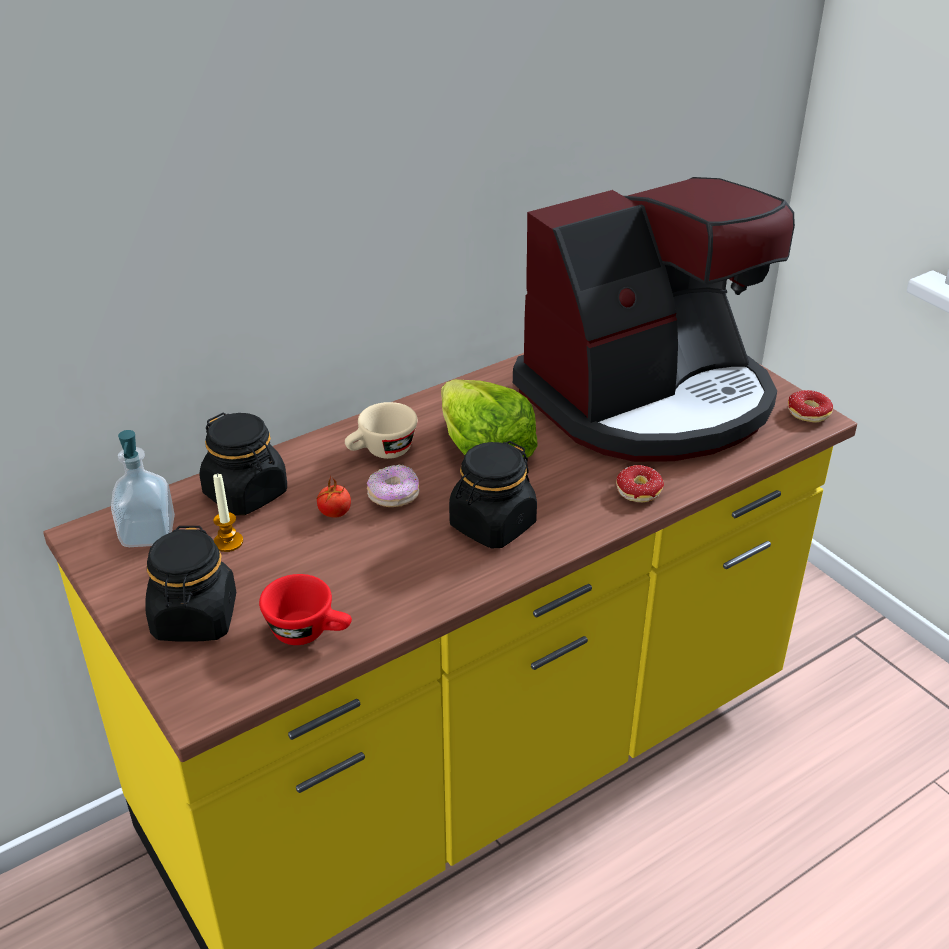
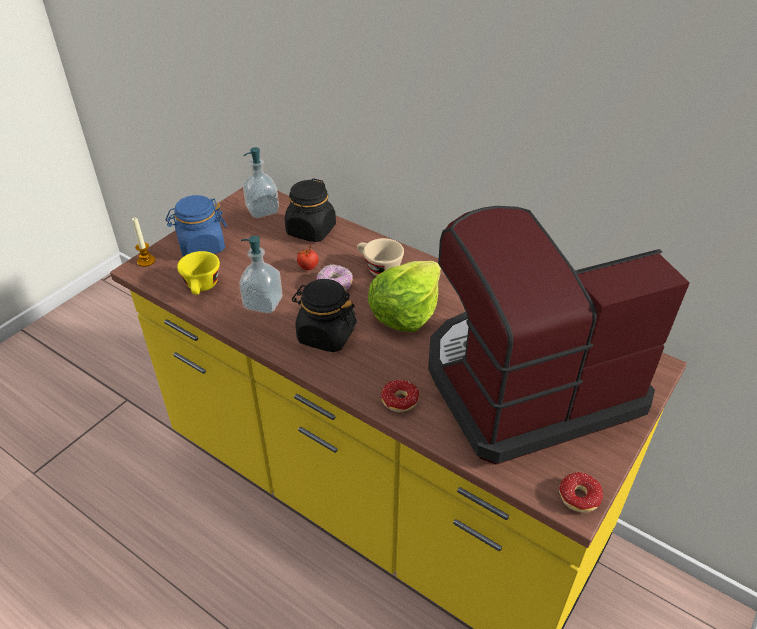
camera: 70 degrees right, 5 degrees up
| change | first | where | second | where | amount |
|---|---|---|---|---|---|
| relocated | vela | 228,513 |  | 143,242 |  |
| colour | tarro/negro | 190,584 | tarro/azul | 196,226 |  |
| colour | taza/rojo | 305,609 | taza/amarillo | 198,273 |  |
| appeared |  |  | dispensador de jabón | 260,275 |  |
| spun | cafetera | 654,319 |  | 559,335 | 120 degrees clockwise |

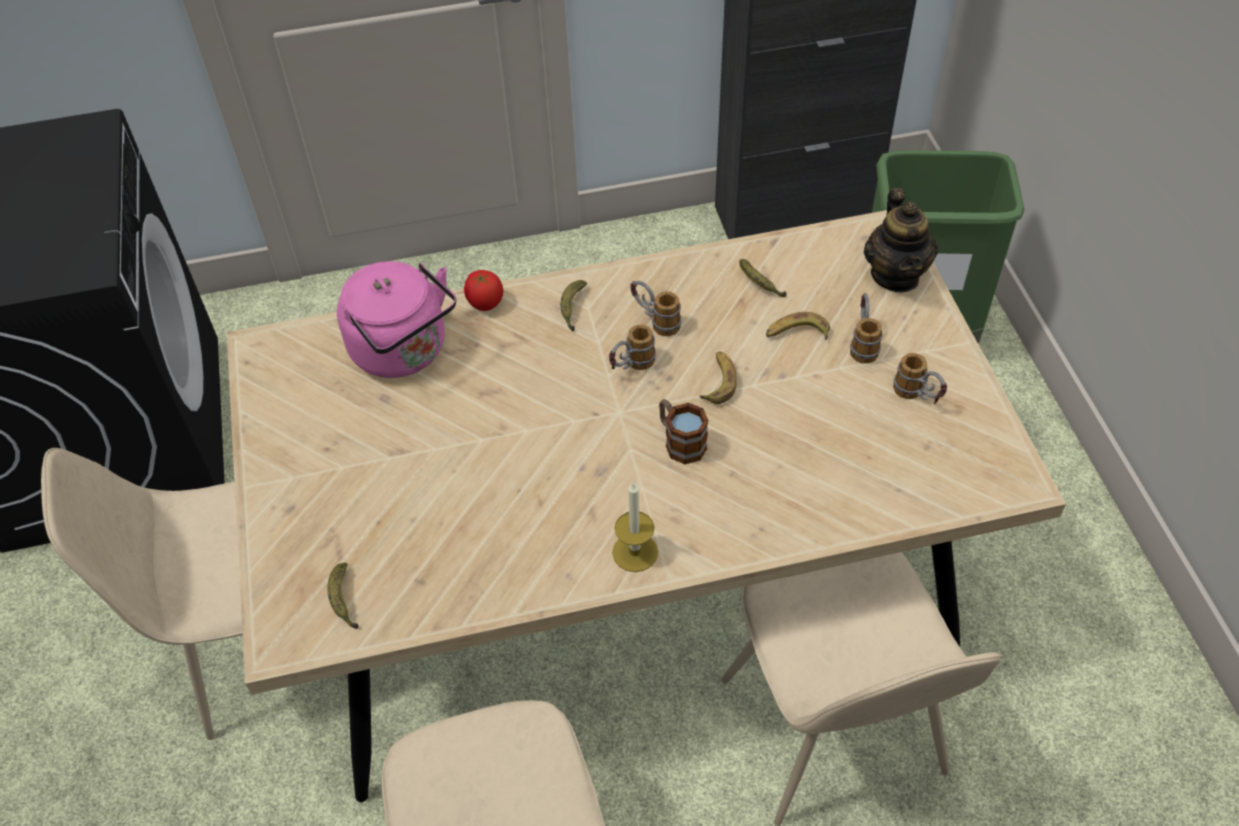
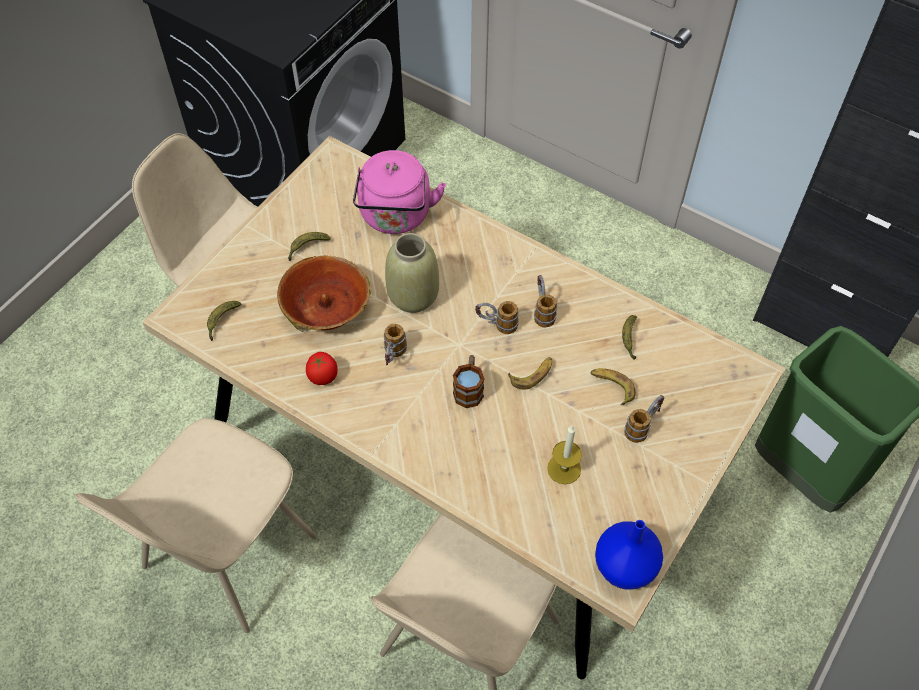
camera: 45 degrees right, 5 degrees up
| change | first | where | second | where | amount |
|---|---|---|---|---|---|
| appeared |  |  | cuenco | 324,293 |  |
| relocated | plátano | 574,306 |  | 309,246 |  |
| relocated | tomate | 483,290 |  | 322,368 |  |
| relocated | taza grande | 920,378 |  | 395,344 |  |
| appeared |  |  | florero/beis | 412,273 |  |
| relocated | vela | 635,527 |  | 564,454 |  |
| appeared |  |  | florero/azul | 629,555 |  |
| missing | tetera | 901,240 |  |  |  |

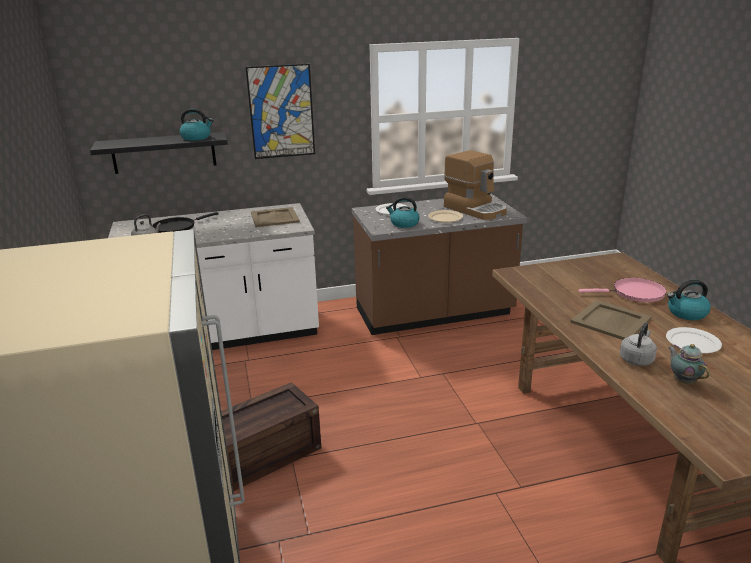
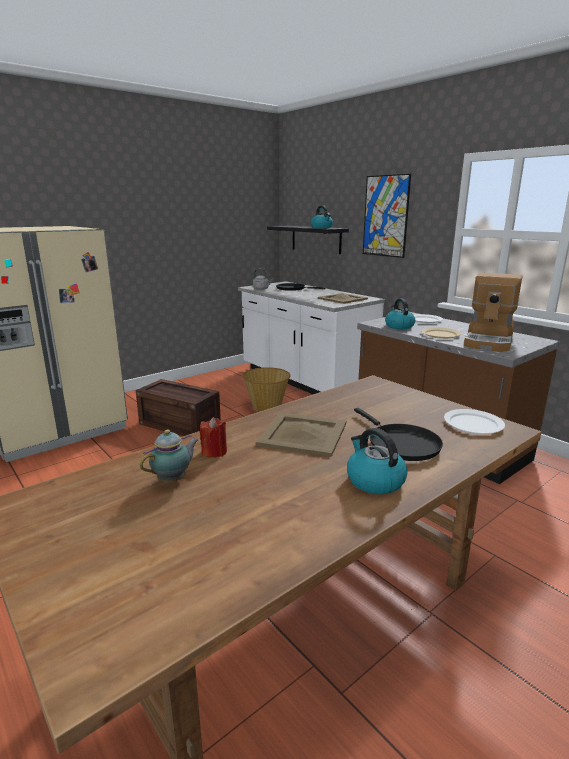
camera: 65 degrees right, 5 degrees down
| change | first | where | second | where | amount |
|---|---|---|---|---|---|
| exchanged | hervidor/gris | 638,344 | vela/rojo | 213,437 |  |
| appeared |  |  | cesta | 266,389 |  |
| colour | sartén/rosa | 622,290 | sartén/negro | 398,434 |  |
| relocated | plato/blanco | 694,340 |  | 474,421 |  |

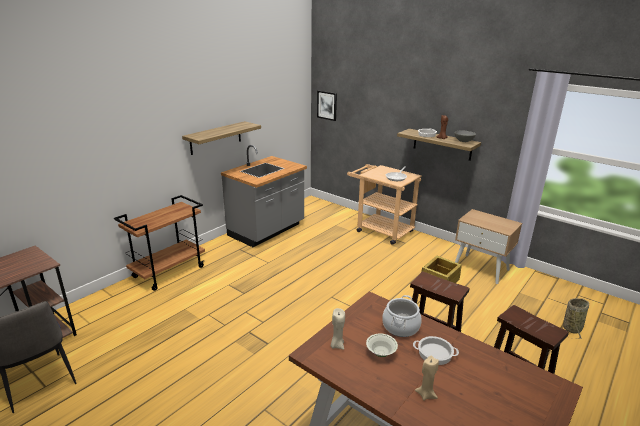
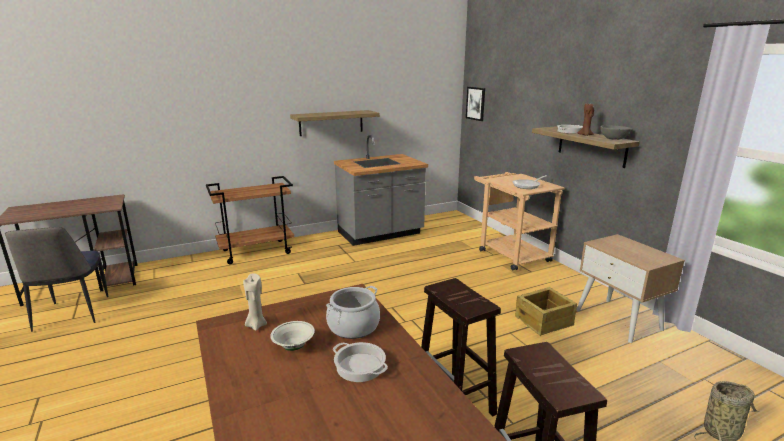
camera: 25 degrees right, 5 degrees down
| change | first | where | second | where | amount |
|---|---|---|---|---|---|
| missing | vela/beis | 427,378 |  |  |  |

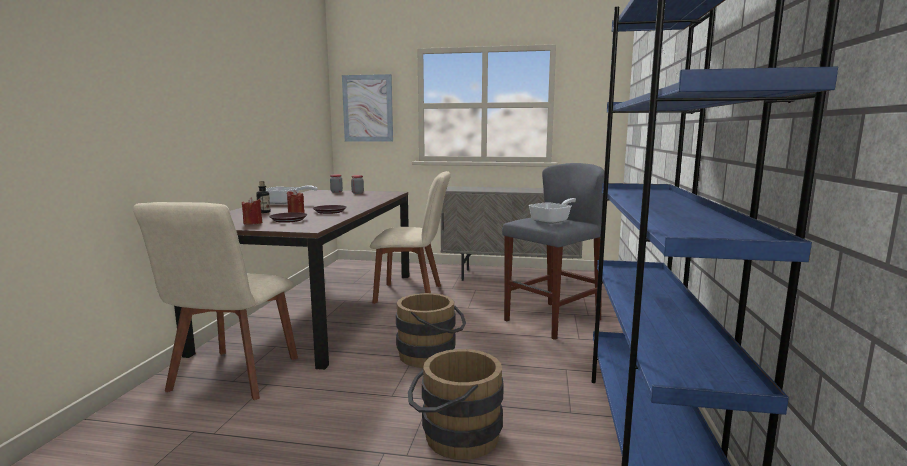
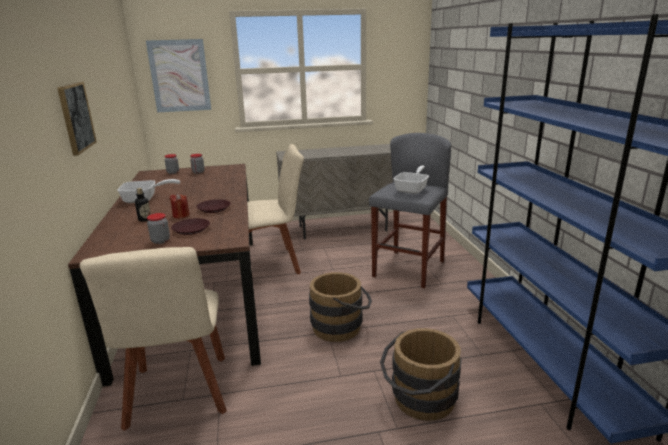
camera: 20 degrees left, 10 degrees up
| change | first | where | second | where | amount |
|---|---|---|---|---|---|
| appeared |  |  | cuadro | 77,119 |  |
| exchanged | vela/rojo | 252,211 | tarro | 158,228 |  |

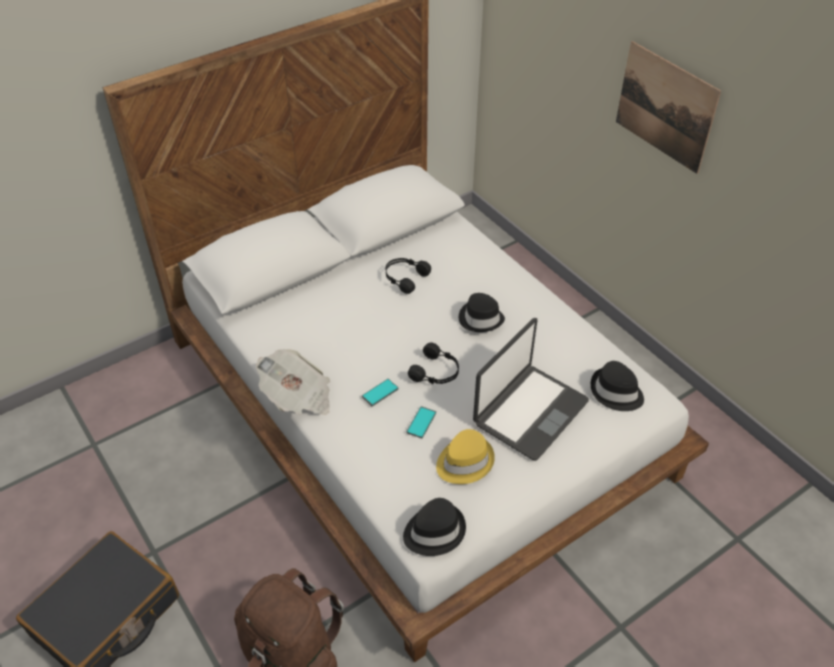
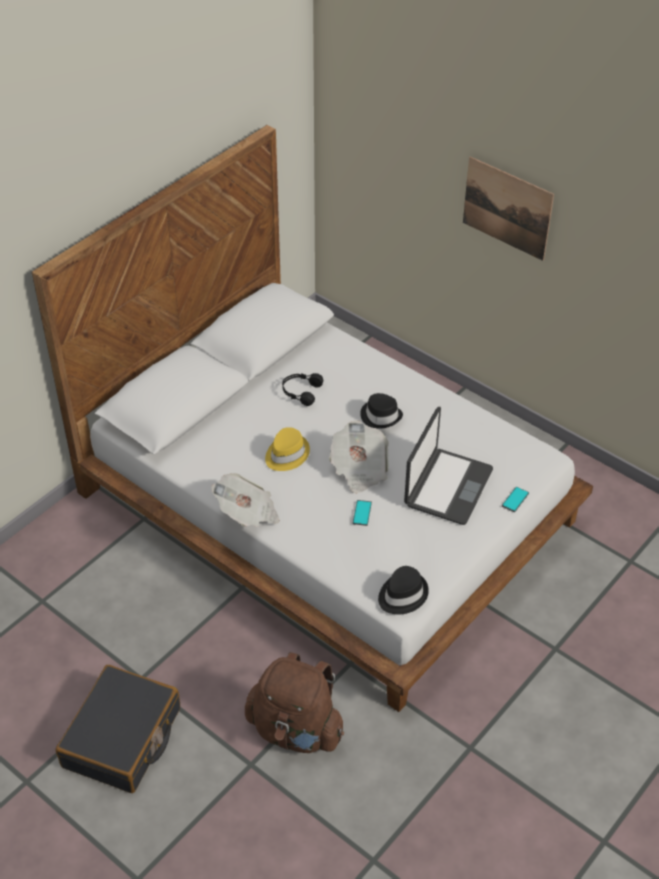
camera: 15 degrees left, 0 degrees up
| change | first | where | second | where | amount |
|---|---|---|---|---|---|
| relocated | sombrero/amarillo | 465,456 |  | 287,449 |  |
| exchanged | auriculares/negro | 433,363 | periódico | 359,457 |  |
| relocated | móvil | 380,392 |  | 515,499 |  |
| missing | sombrero/negro | 617,386 |  |  |  |

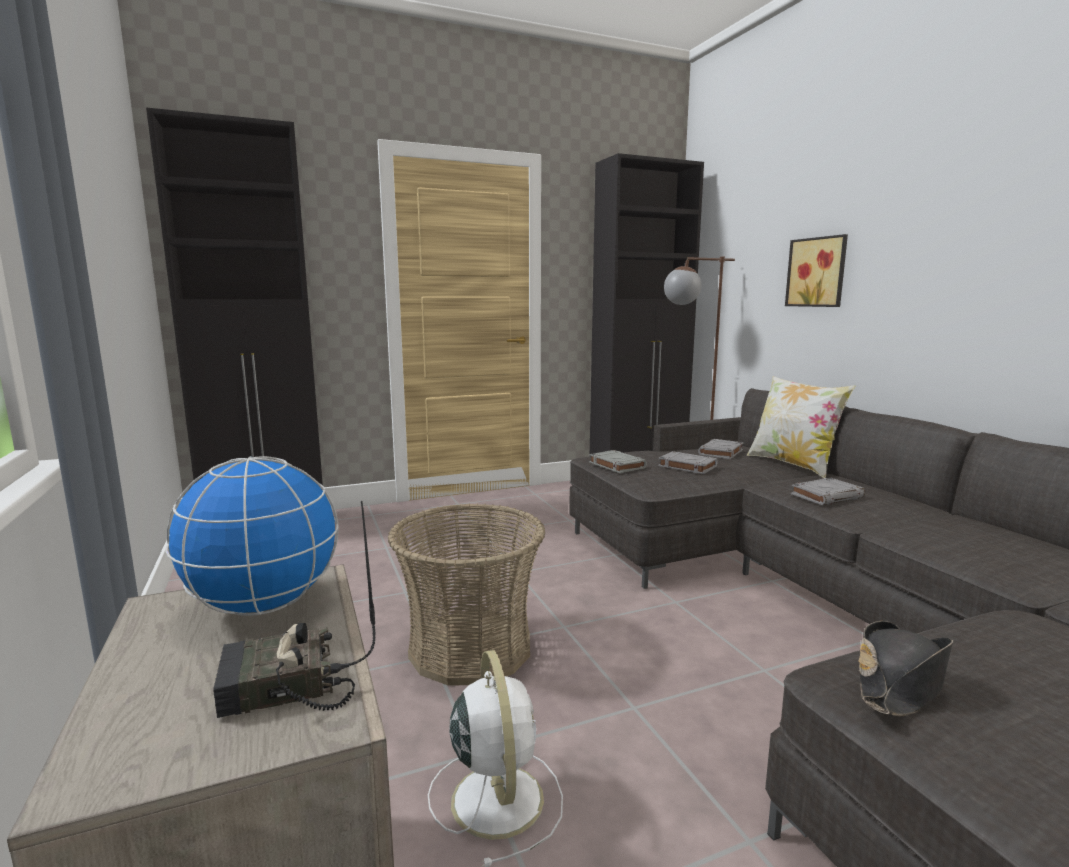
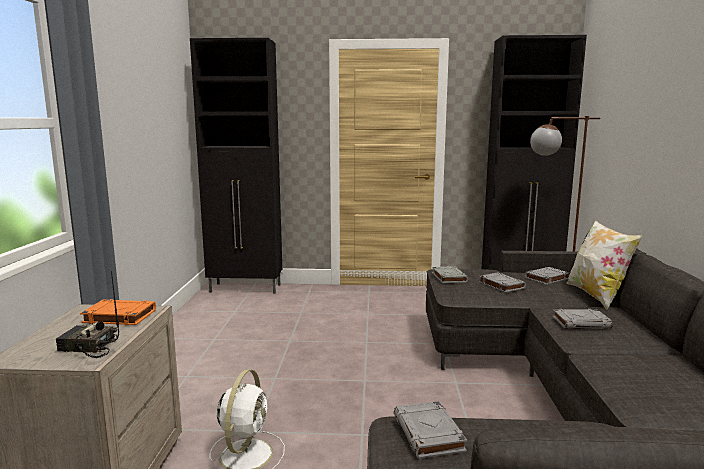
camera: 25 degrees right, 0 degrees up
| change | first | where | second | where | amount |
|---|---|---|---|---|---|
| exchanged | globo terráqueo | 252,536 | libro/naranja | 118,312 |  |
| exchanged | sombrero/negro | 905,668 | libro/gris | 430,430 |  |
| missing | cesta | 466,594 |  |  |  |
| missing | cuadro | 816,270 |  |  |  |

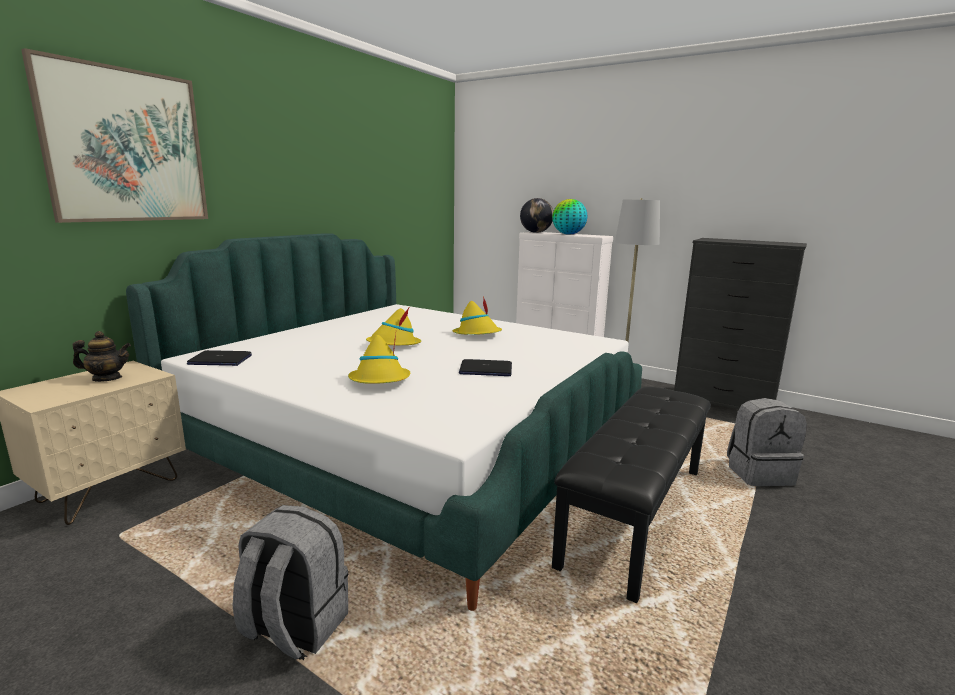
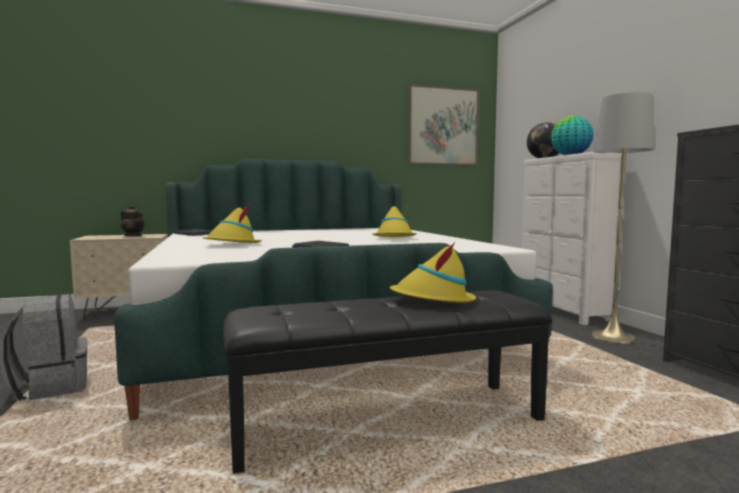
camera: 40 degrees right, 10 degrees down
| change | first | where | second | where | amount |
|---|---|---|---|---|---|
| relocated | sombrero/amarillo | 393,325 |  | 432,272 |  |
| relocated | cuadro | 114,135 |  | 444,125 |  |
| missing | mochila/gris | 767,442 |  |  |  |

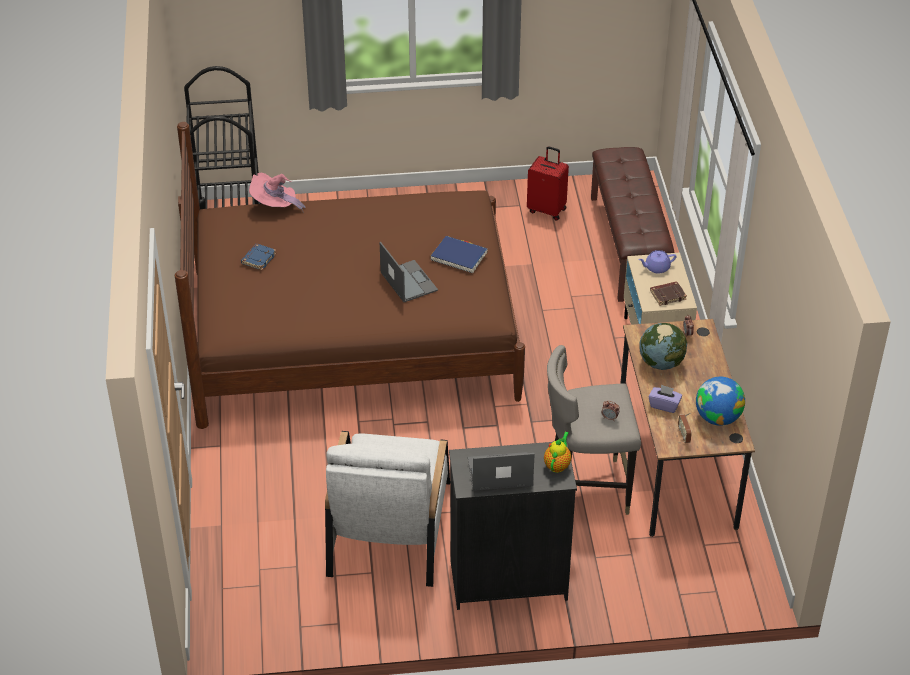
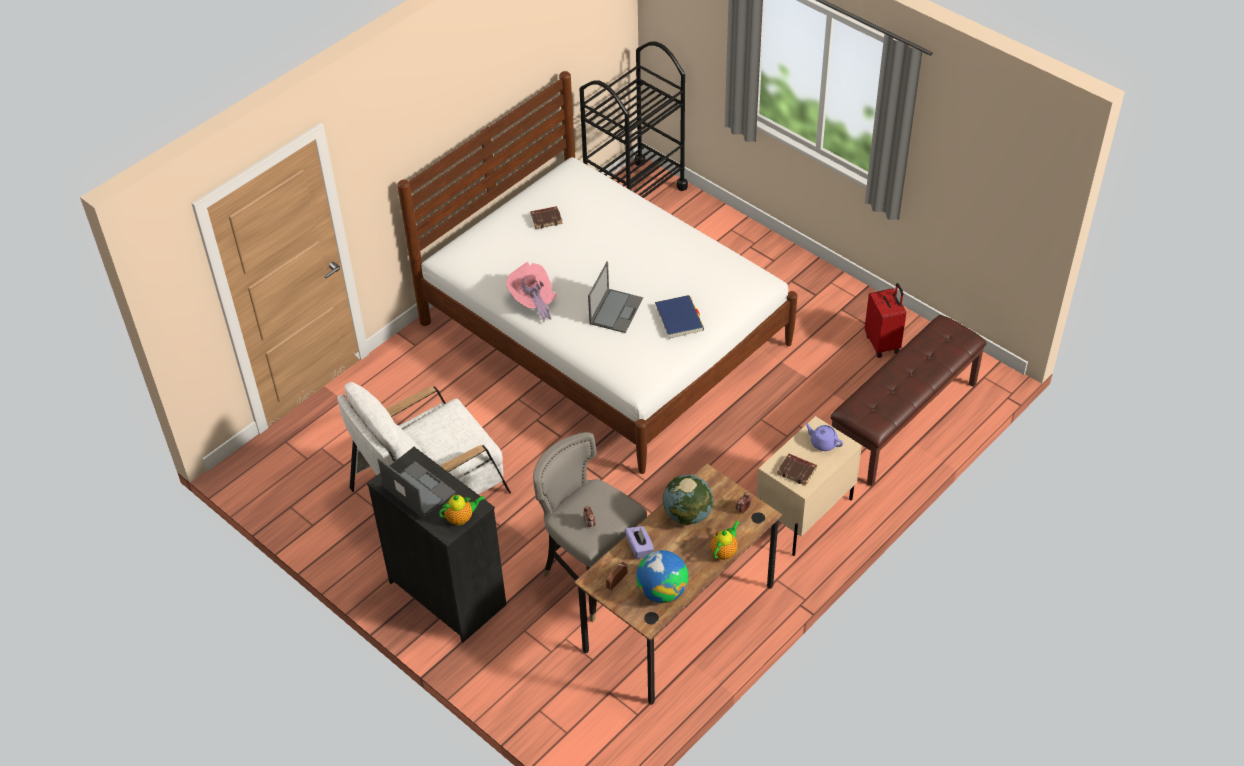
camera: 50 degrees right, 5 degrees up
| change | first | where | second | where | amount |
|---|---|---|---|---|---|
| colour | cama/marrón | 350,275 | cama/blanco | 597,272 |  |
| relocated | sombrero/rosa | 277,191 |  | 531,292 |  |
| colour | libro/azul | 258,257 | libro/marrón | 546,217 |  |
| appeared |  |  | tetera | 725,540 |  |

